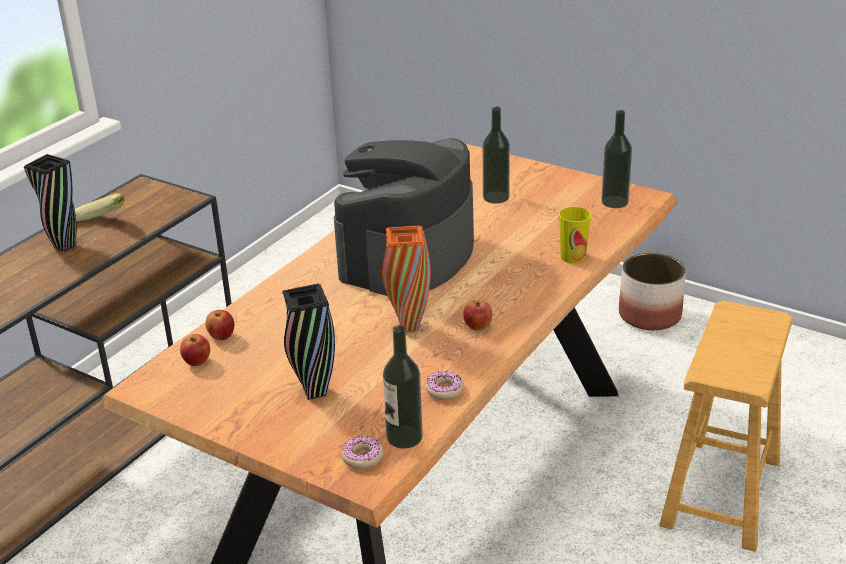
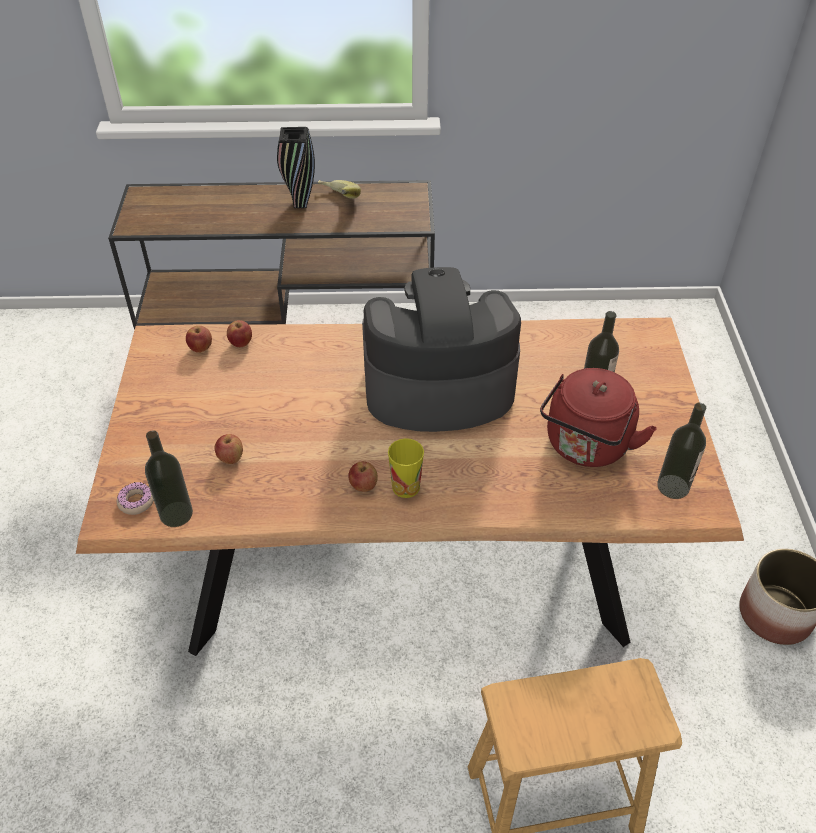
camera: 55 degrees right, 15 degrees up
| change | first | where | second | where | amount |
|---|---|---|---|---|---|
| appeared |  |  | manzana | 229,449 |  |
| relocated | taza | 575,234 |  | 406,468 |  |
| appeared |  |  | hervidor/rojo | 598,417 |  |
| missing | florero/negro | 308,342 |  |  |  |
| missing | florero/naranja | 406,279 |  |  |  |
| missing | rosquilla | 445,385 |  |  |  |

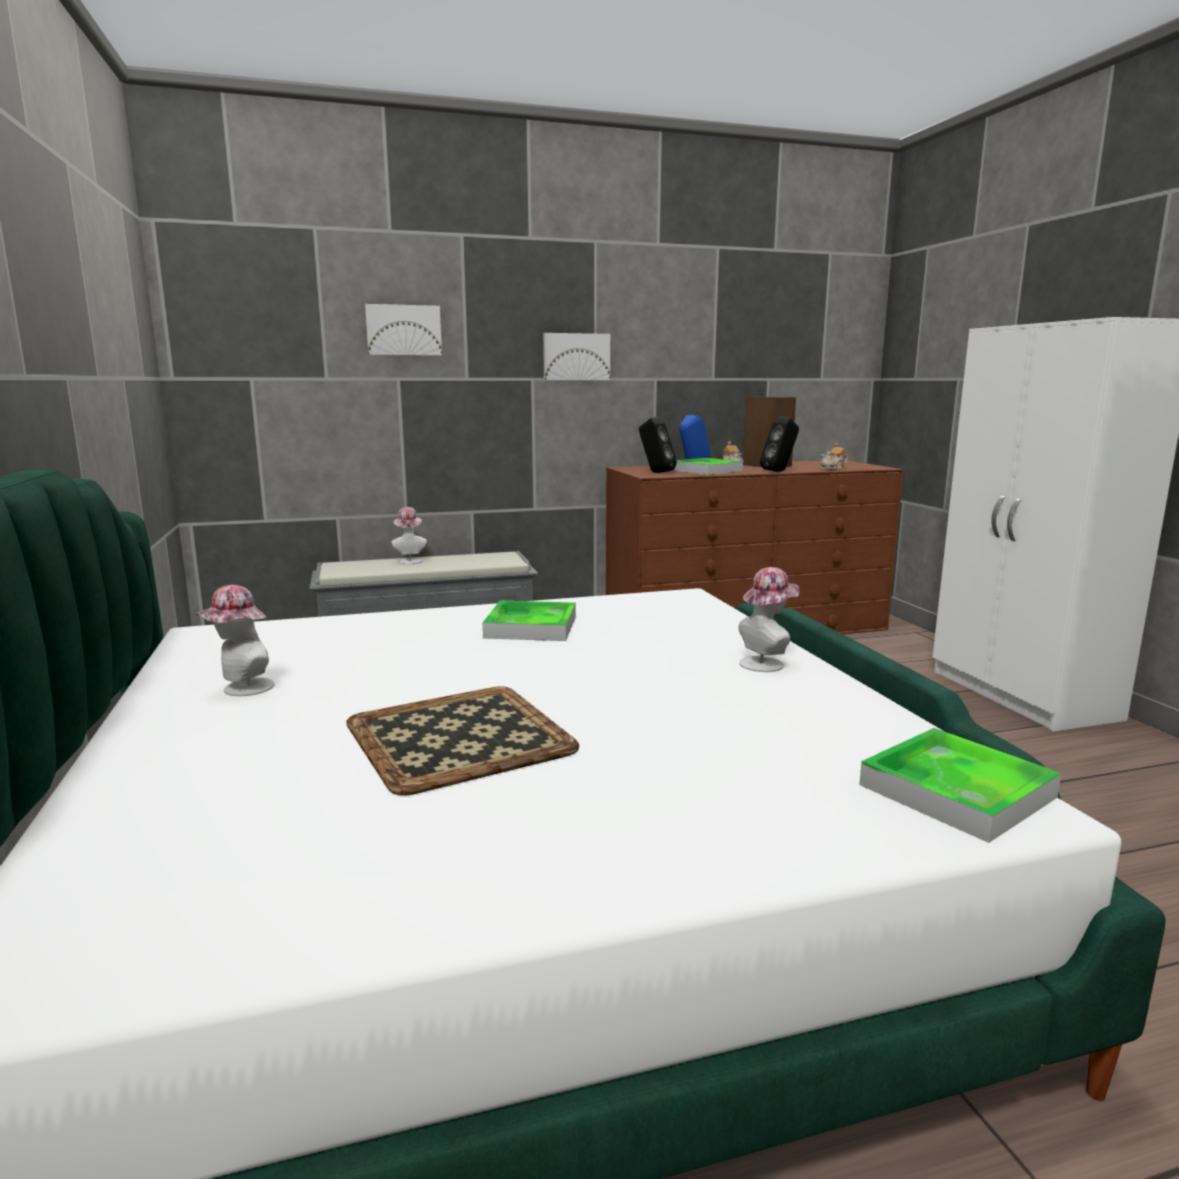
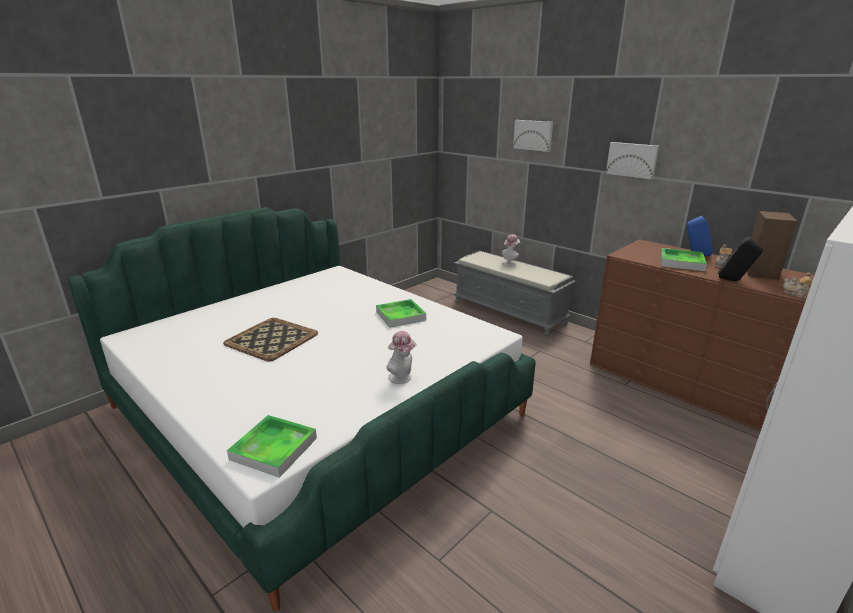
camera: 60 degrees right, 10 degrees up
| change | first | where | second | where | amount |
|---|---|---|---|---|---|
| missing | sombrero | 235,640 |  |  |  |
| missing | altavoz/negro | 658,445 |  |  |  |

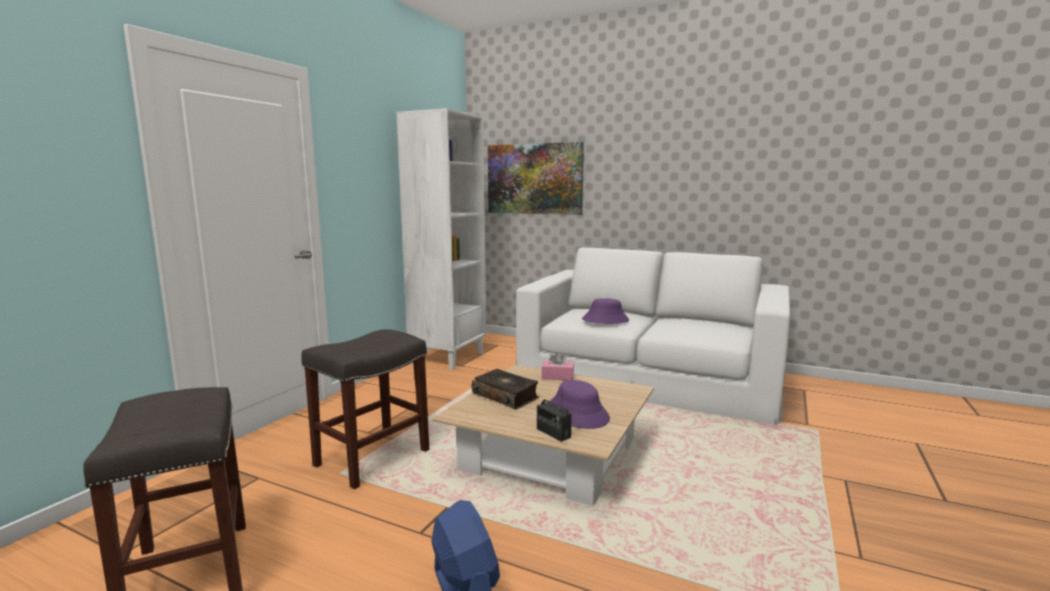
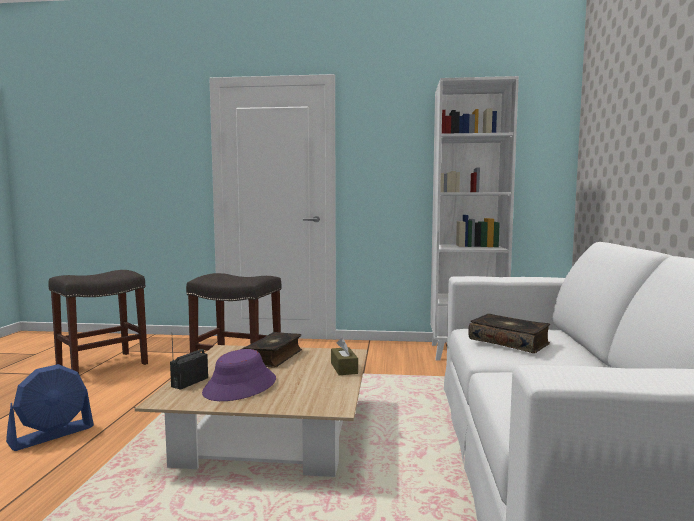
camera: 70 degrees right, 5 degrees down
| change | first | where | second | where | amount |
|---|---|---|---|---|---|
| colour | caja de pañuelos/rosa | 558,366 | caja de pañuelos/marrón | 344,356 |  |
| exchanged | sombrero/morado | 605,311 | libro | 509,333 |  |
| missing | cuadro | 536,178 |  |  |  |

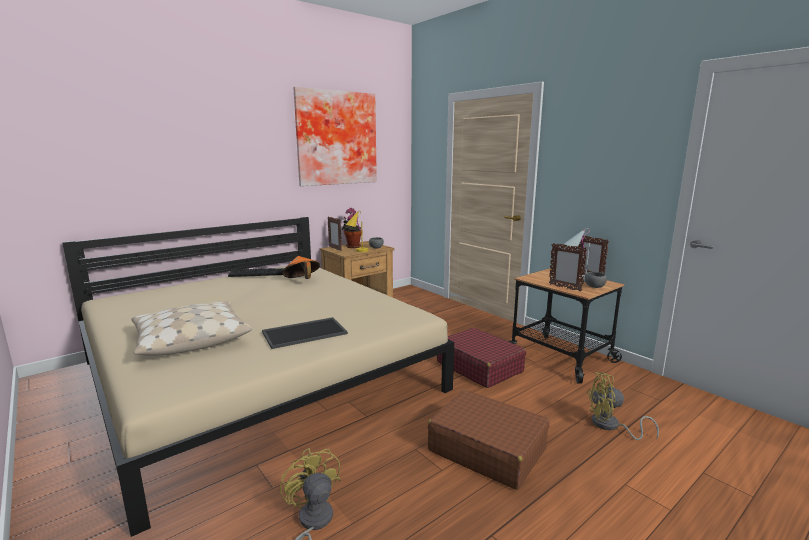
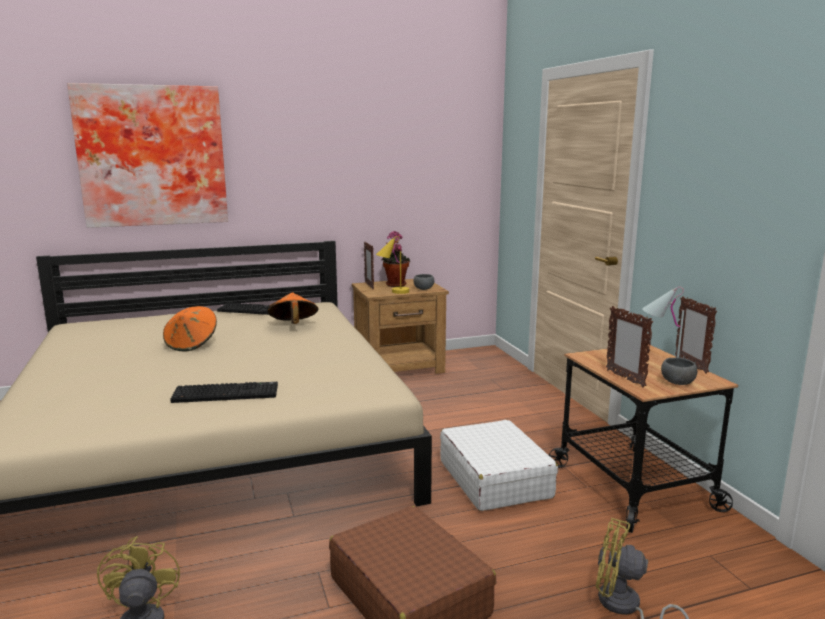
camera: 20 degrees right, 0 degrees up
| change | first | where | second | where | amount |
|---|---|---|---|---|---|
| relocated | cuadro | 335,136 |  | 147,155 |  |
| appeared |  |  | sombrero/naranja | 190,329 |  |
| exchanged | bandeja | 305,333 | teclado | 224,392 |  |
| colour | maleta/rojo | 481,358 | maleta/blanco | 499,465 |  |
| missing | cojín/beis | 191,328 |  |  |  |

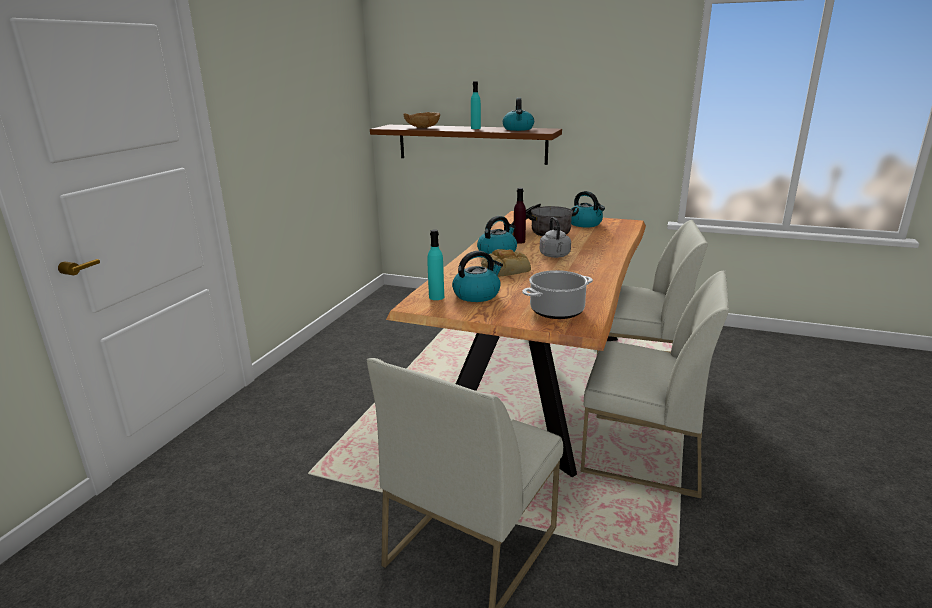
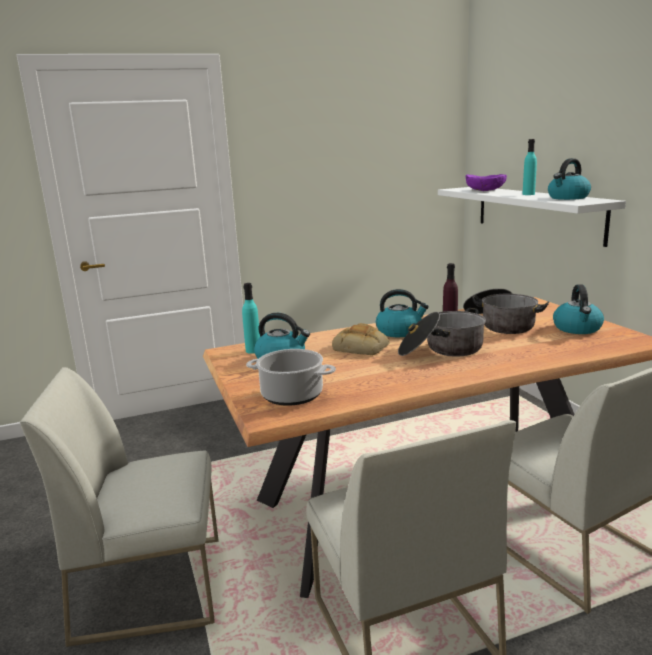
camera: 50 degrees right, 5 degrees down
| change | first | where | second | where | amount |
|---|---|---|---|---|---|
| exchanged | hervidor/gris | 555,237 | olla | 442,332 |  |
| colour | estante/marrón | 466,145 | estante/blanco | 532,217 |  |
| colour | cuenco/marrón | 421,120 | cuenco/morado | 486,182 |  |

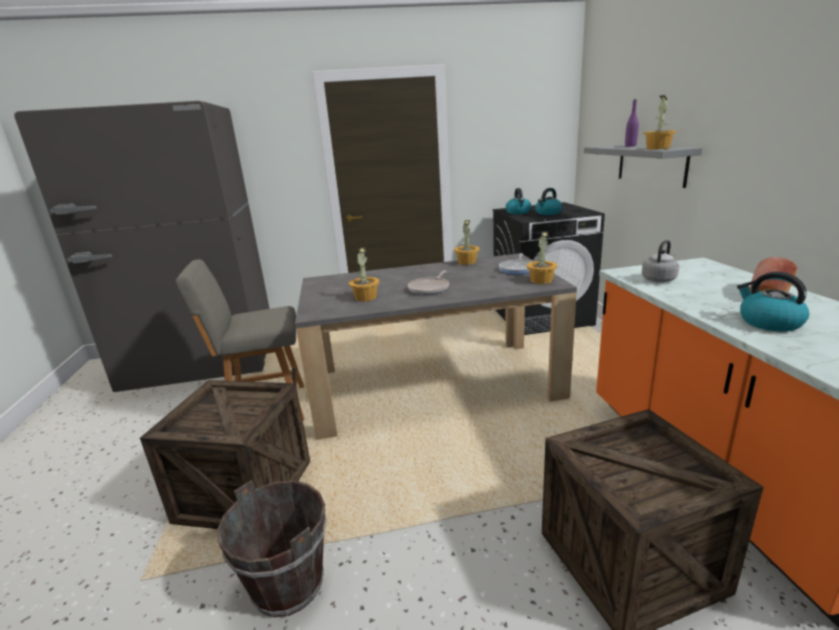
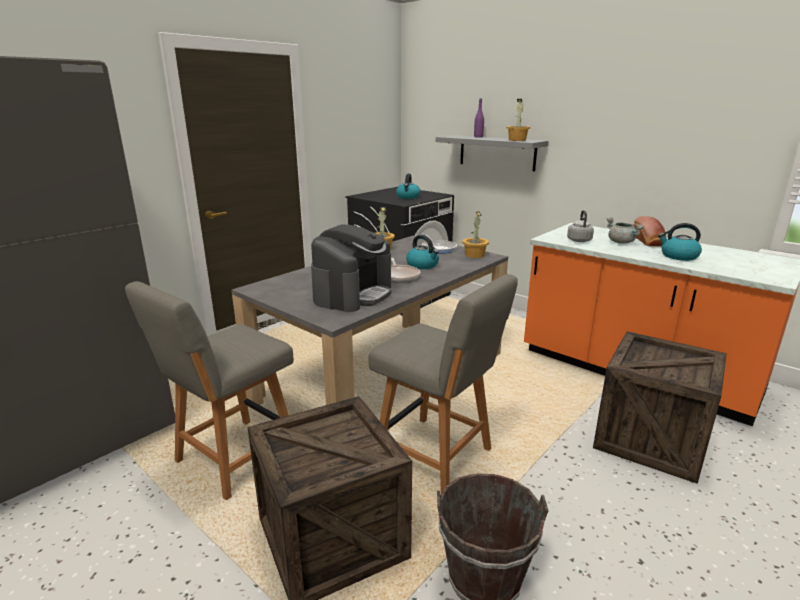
camera: 40 degrees left, 0 degrees up
| change | first | where | second | where | amount |
|---|---|---|---|---|---|
| exchanged | planta en maceta | 364,274 | cafetera | 351,268 |  |
| appeared |  |  | silla/gris | 443,384 |  |
| relocated | hervidor | 518,201 |  | 422,252 |  |
| appeared |  |  | olla/gris | 625,230 |  |

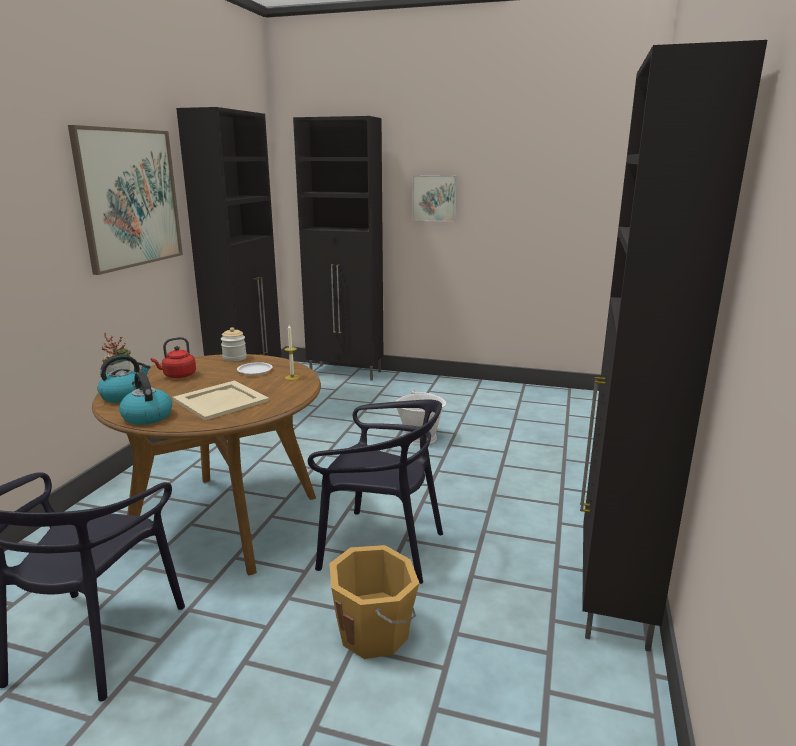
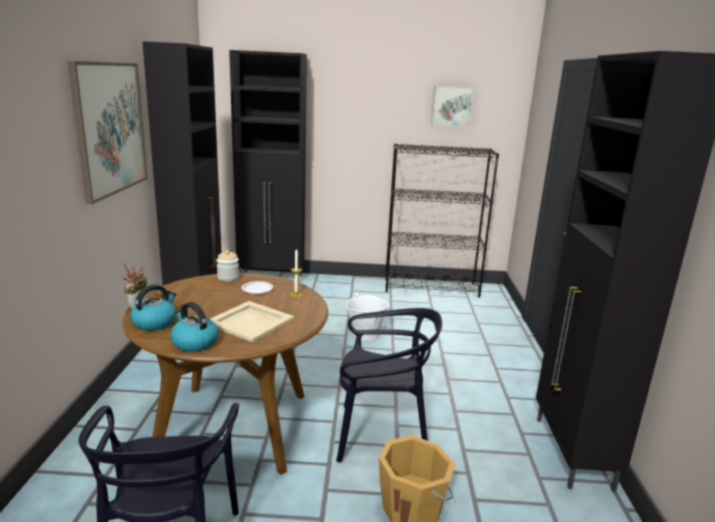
camera: 15 degrees left, 0 degrees up
| change | first | where | second | where | amount |
|---|---|---|---|---|---|
| appeared |  |  | estantería/negro | 442,220 |  |
| relocated | cuadro | 434,198 |  | 452,106 |  |
| missing | hervidor/rojo | 173,357 |  |  |  |

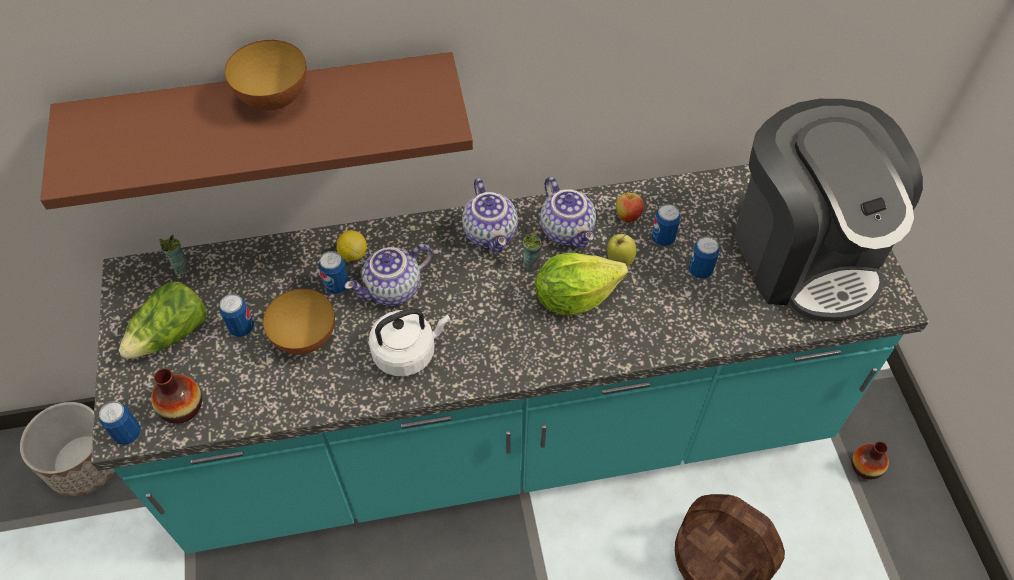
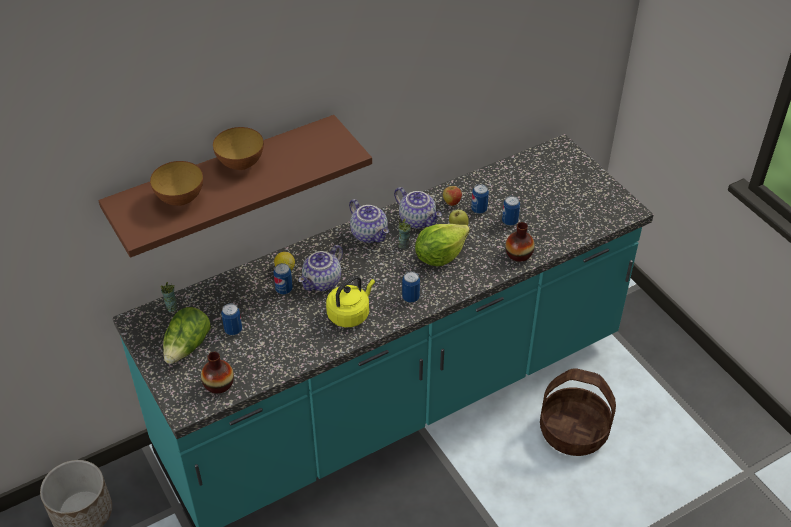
camera: 20 degrees left, 10 degrees down
| change | first | where | second | where | amount |
|---|---|---|---|---|---|
| relocated | cuenco | 299,322 |  | 176,183 |  |
| colour | hervidor/blanco | 409,342 | hervidor/amarillo | 350,301 |  |
| relocated | lata | 120,423 |  | 411,287 |  |
| relocated | florero | 870,460 |  | 520,242 |  |
| missing | cafetera | 829,210 |  |  |  |

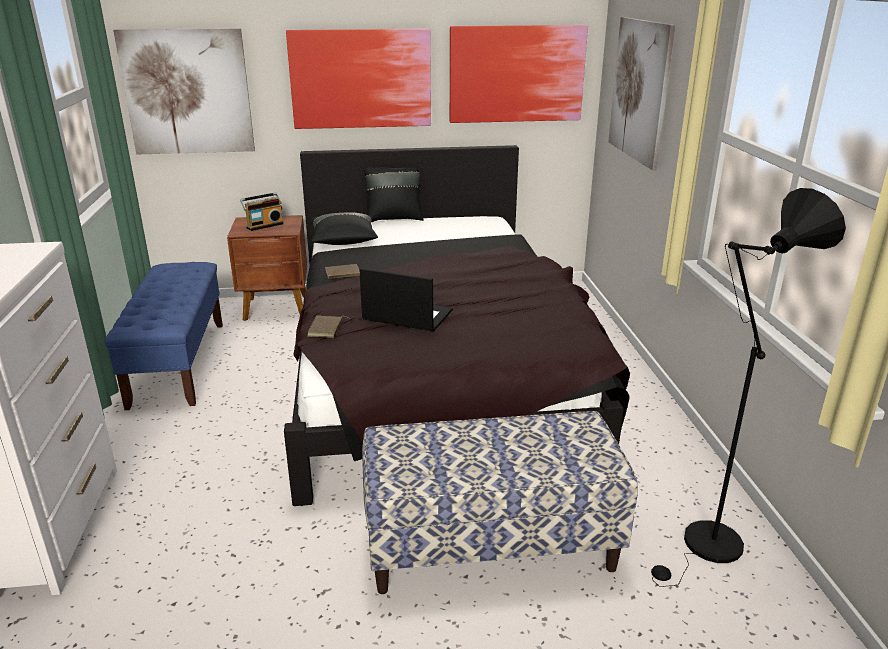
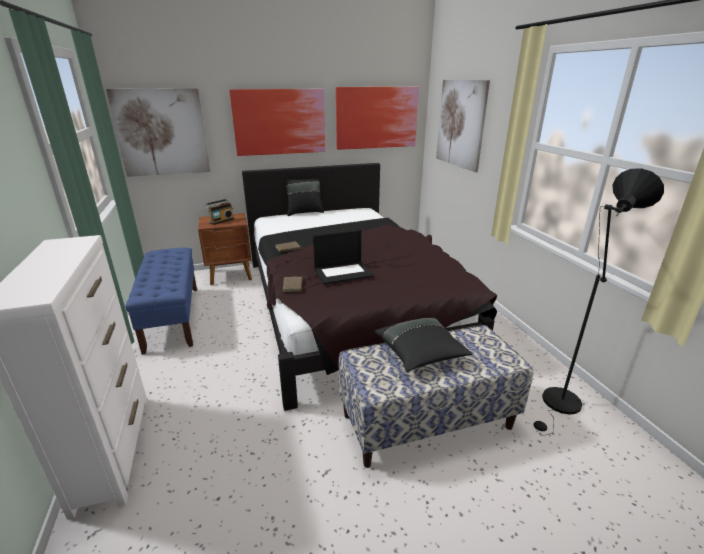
camera: 10 degrees left, 0 degrees up
| change | first | where | second | where | amount |
|---|---|---|---|---|---|
| spun | portátil | 406,299 |  | 343,257 | 150 degrees clockwise |
| relocated | cojín/negro | 343,228 |  | 423,344 |  |

